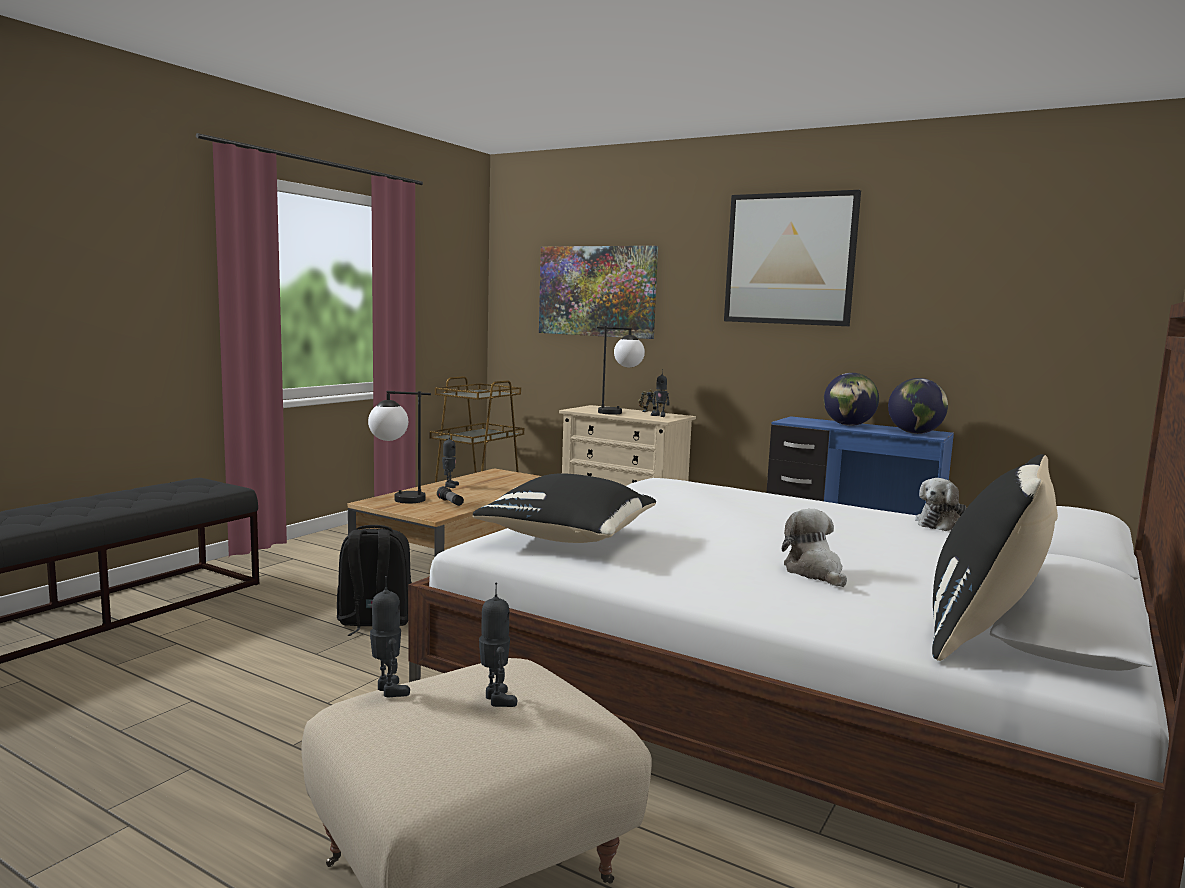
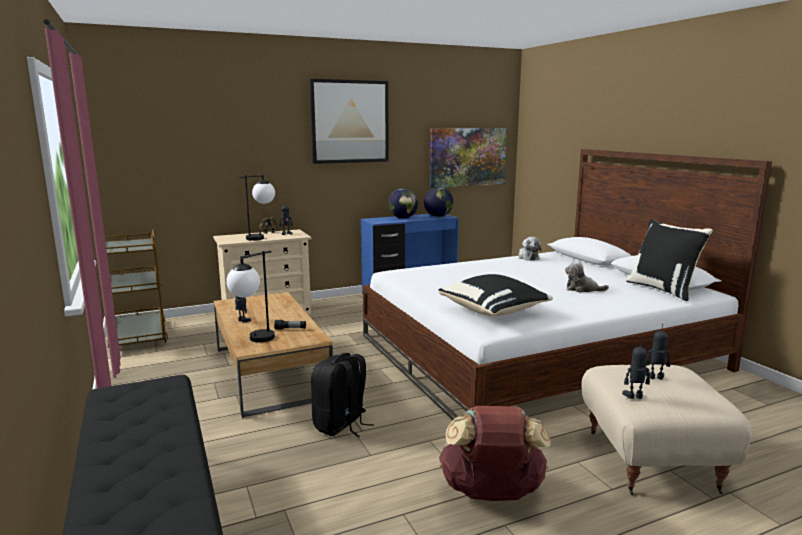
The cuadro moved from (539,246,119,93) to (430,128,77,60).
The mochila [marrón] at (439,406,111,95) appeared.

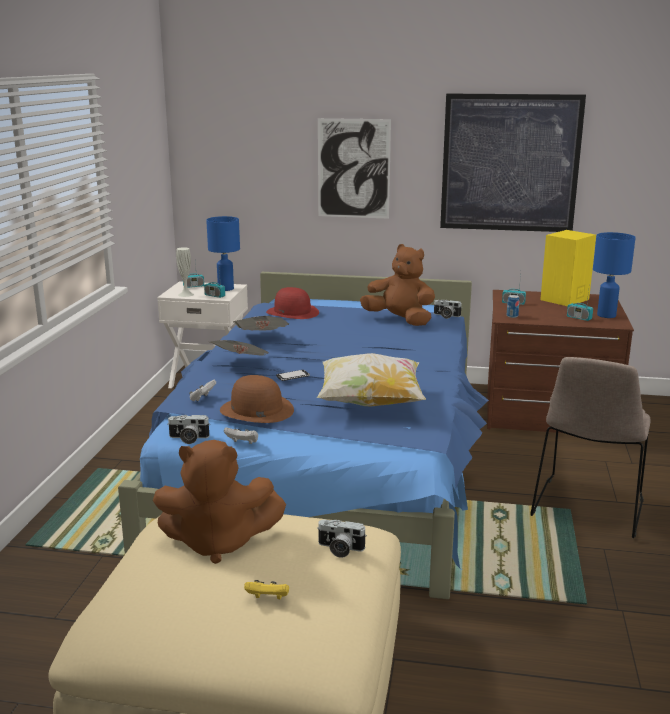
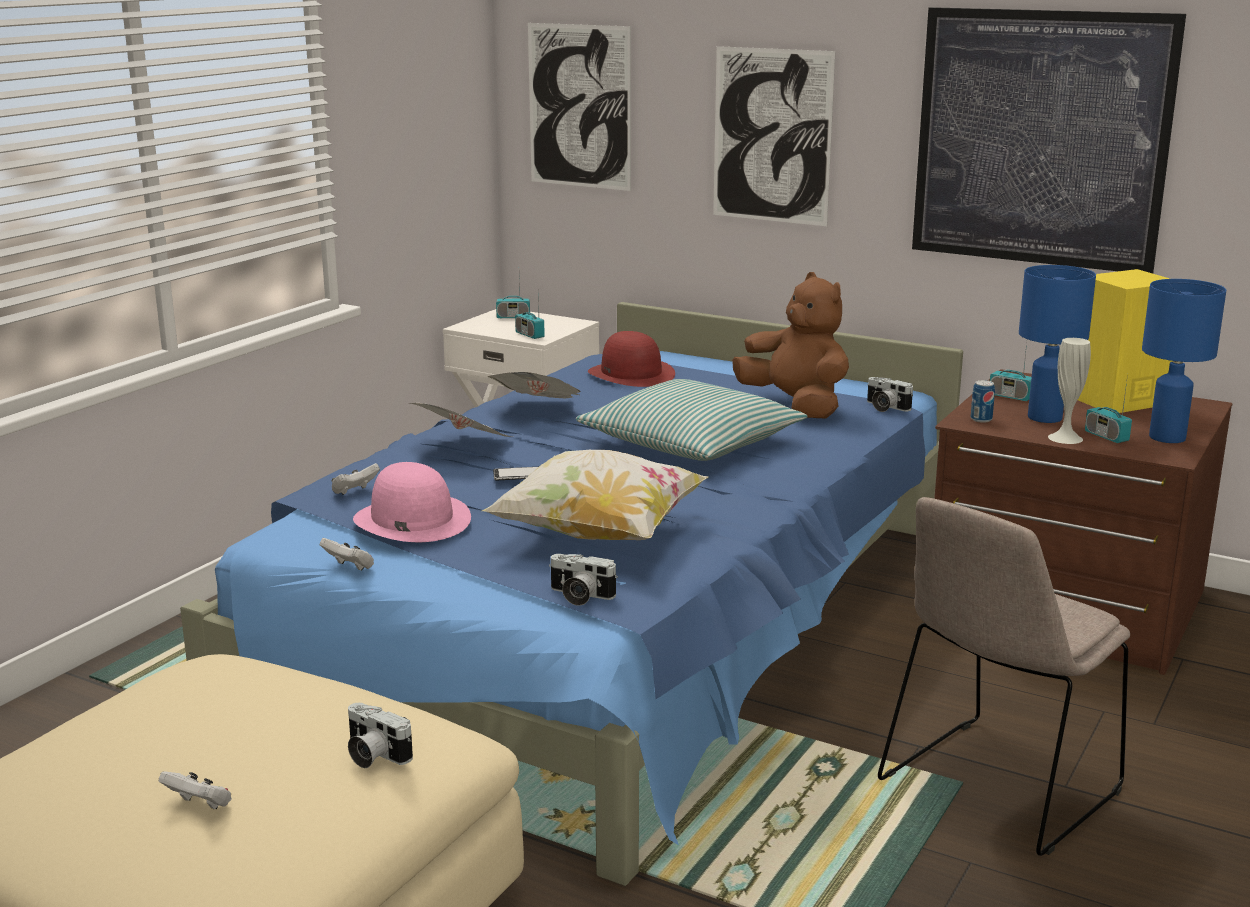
The lámpara de mesa [azul] moved from (206,216,34,75) to (1019,265,77,158).
The florero [blanco] moved from (176,247,18,50) to (1048,338,43,106).
The sombrero [marrón] at (220,375,74,48) became the sombrero [rosa] at (353,462,118,80).
The cámara moved from (167,415,43,29) to (549,554,69,52).
The peluche [marrón] at (153,440,133,124) disappeared.
The mando de consola [amarillo] at (244,580,45,19) became the mando de consola [blanco] at (159,771,73,39).
The cuadro at (528,23,103,168) appeared.
The cojín at (576,379,231,82) appeared.

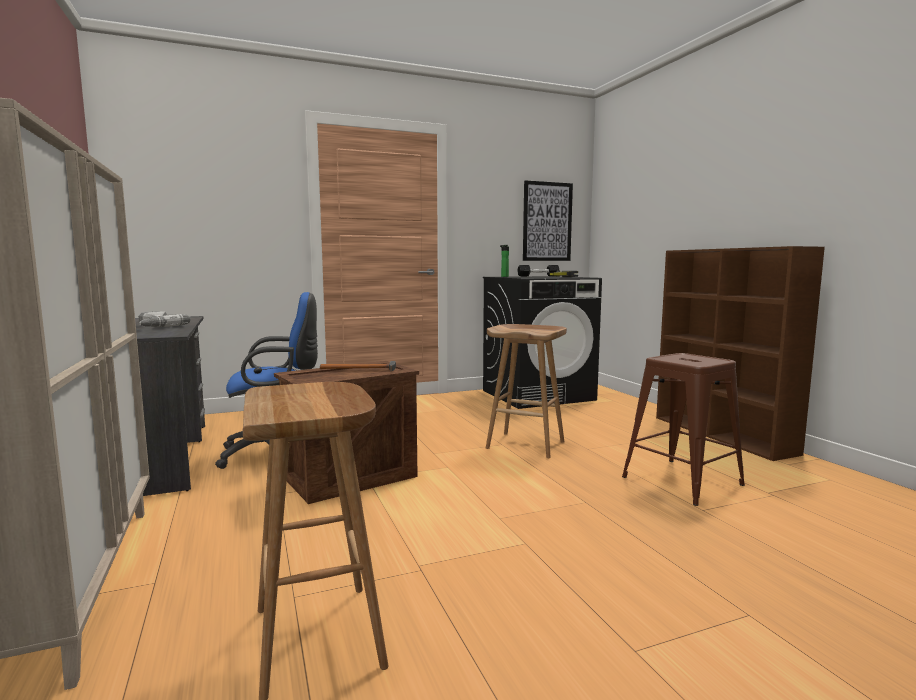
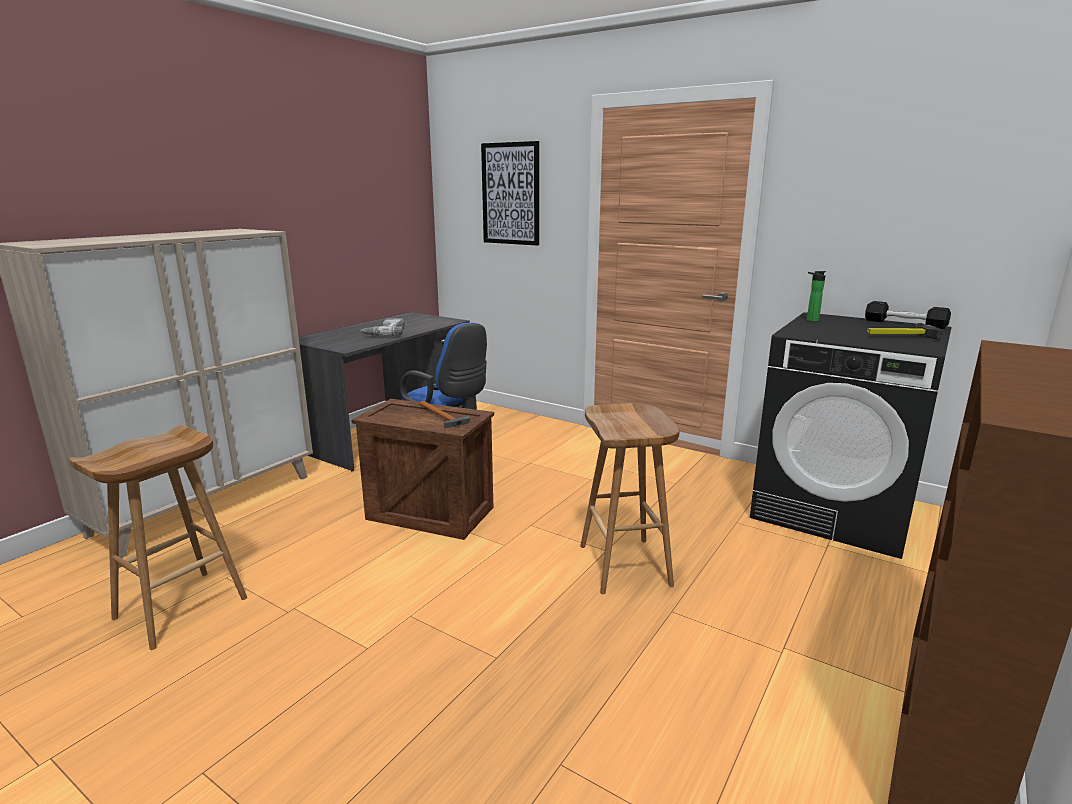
The cuadro moved from (523,180,50,81) to (481,141,58,105).
The taburete [marrón] at (622,353,123,153) disappeared.

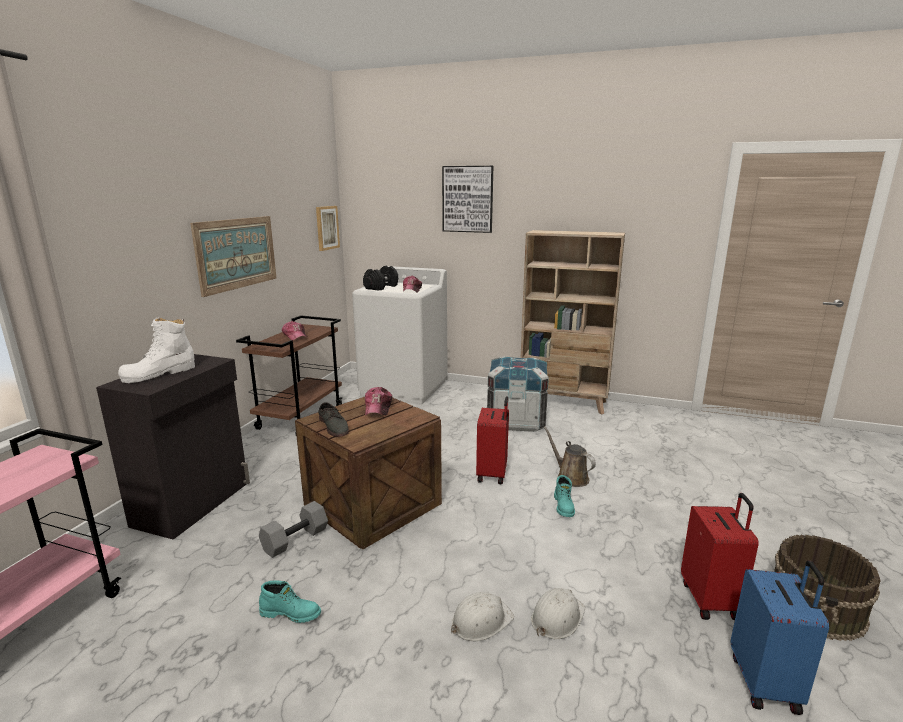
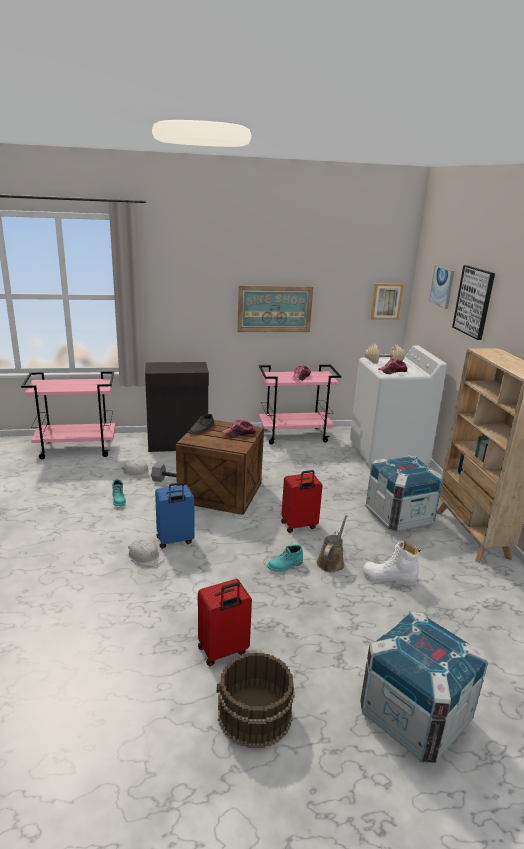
The mancuerna [negro] at (363,266,35,25) became the mancuerna [beis] at (365,344,40,20).
The carrito [marrón] at (236,315,106,119) became the carrito [rosa] at (259,365,82,80).
The bota [blanco] moved from (118,317,77,66) to (363,540,57,46).
The maleta [azul] moved from (731,560,98,155) to (155,482,40,67).
The casco [blanco] moved from (531,588,54,51) to (122,459,30,18).
The cuadro at (429,265,25,44) appeared.
The caja de embalaje at (360,612,128,151) appeared.

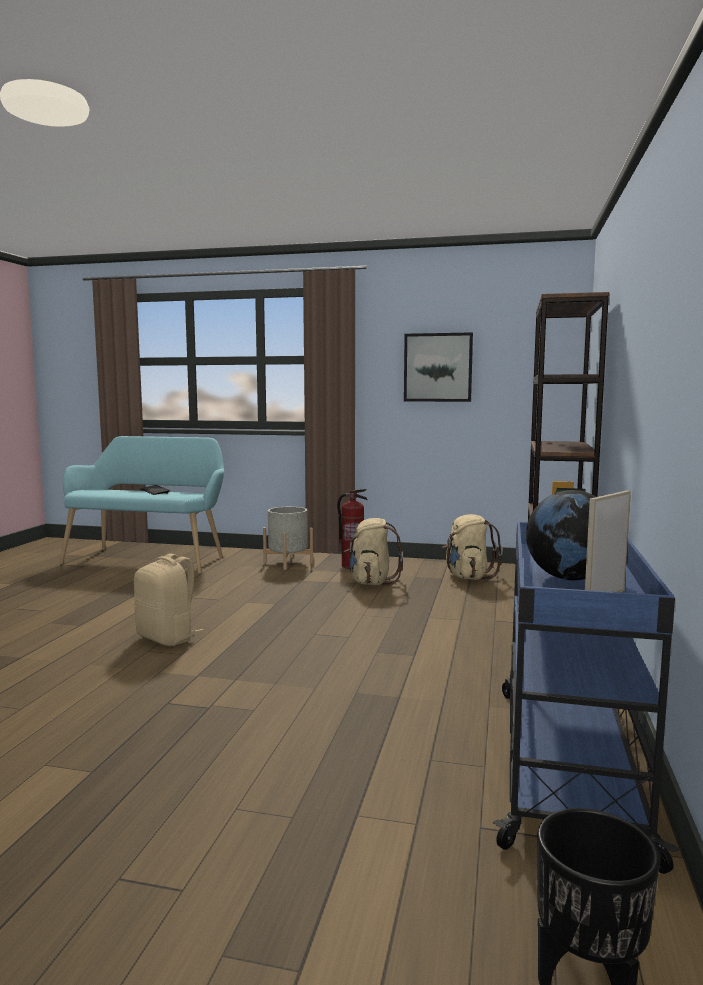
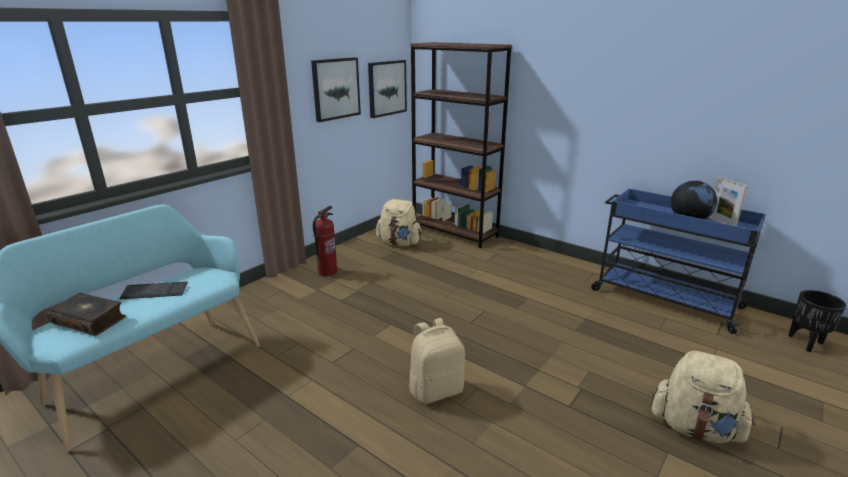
The maceta [gris] at (263,507,50,63) disappeared.
The mochila [beis] moved from (343,518,60,68) to (651,351,104,92).
The cuadro at (368,60,39,58) appeared.
The libro at (47,293,79,43) appeared.

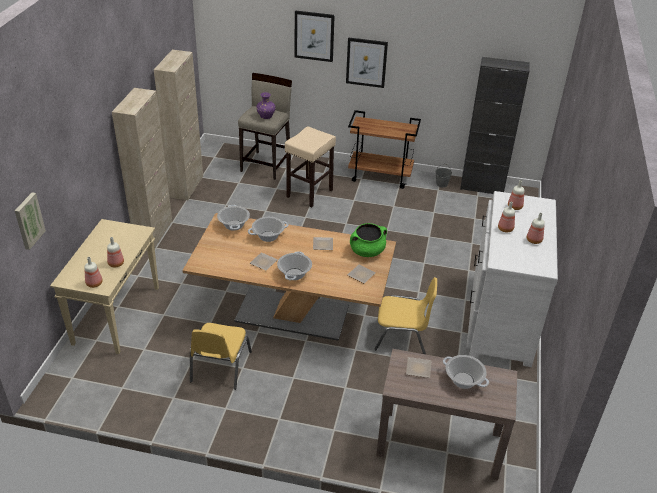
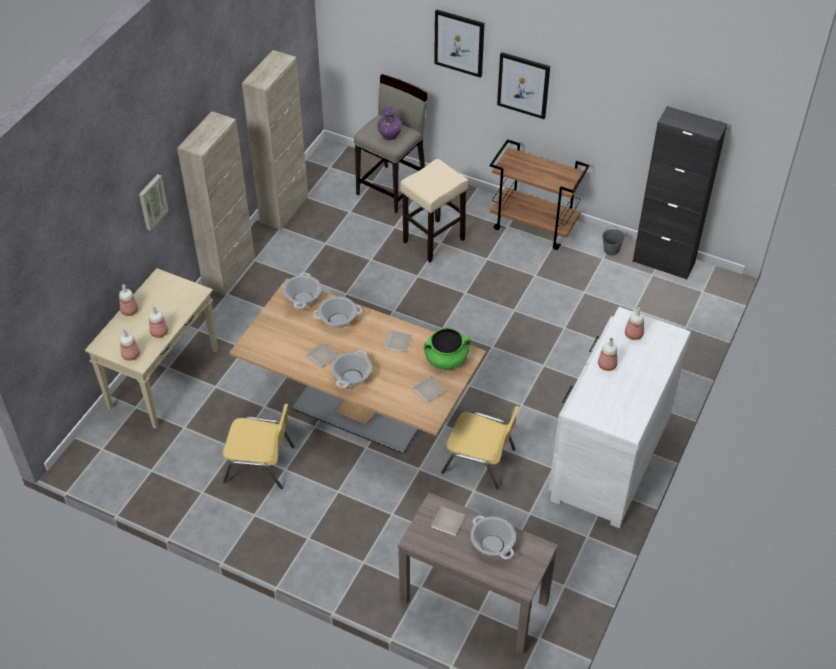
The cuadro moved from (15,192,31,58) to (139,174,30,57).
The botella moved from (527,213,18,31) to (119,284,19,32).
The silla [amarillo] at (190,323,62,67) turned 105 degrees counterclockwise.

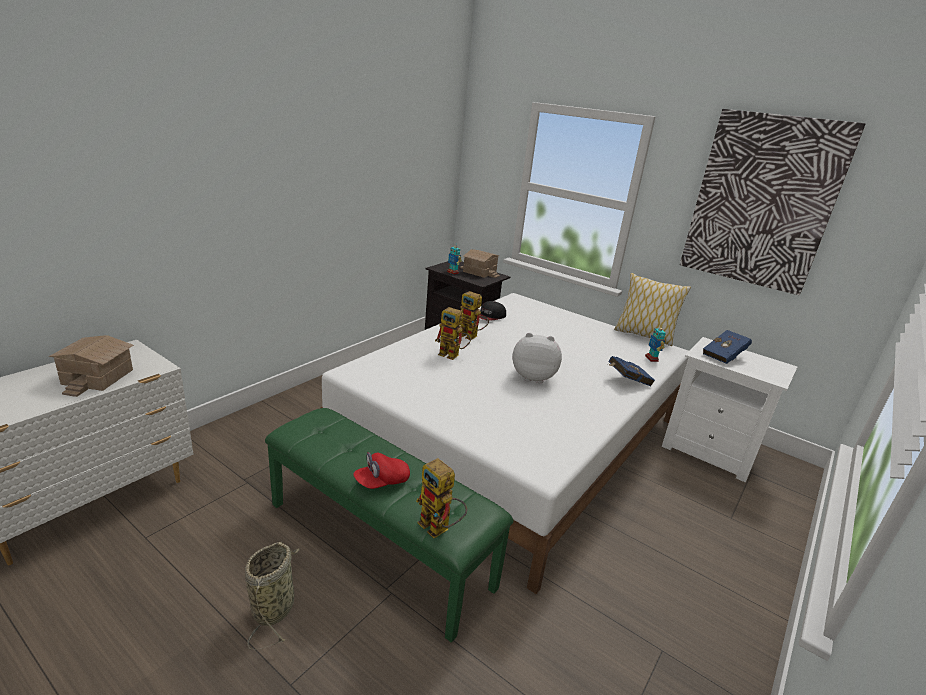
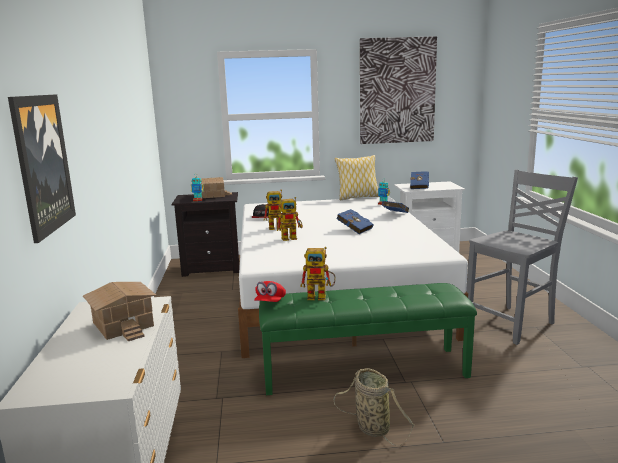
The peluche at (513,333,49,50) was replaced by the libro [azul] at (337,209,36,25).
The gorra [rojo] moved from (353,452,57,37) to (254,281,32,21).
The robot de juguete moved from (416,458,51,80) to (300,247,36,53).
The cuadro at (8,94,68,149) appeared.
The silla [gris] at (466,170,112,175) appeared.

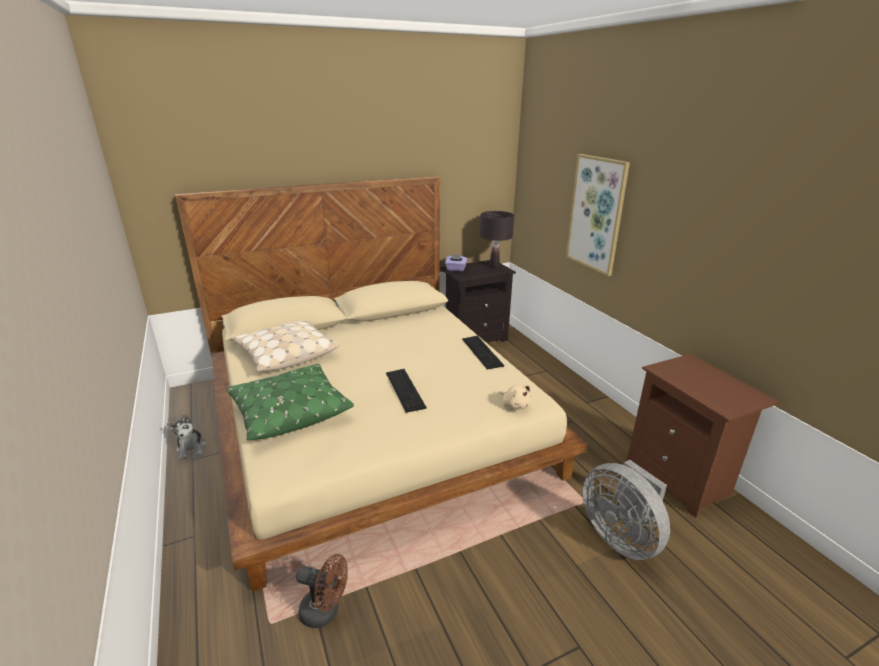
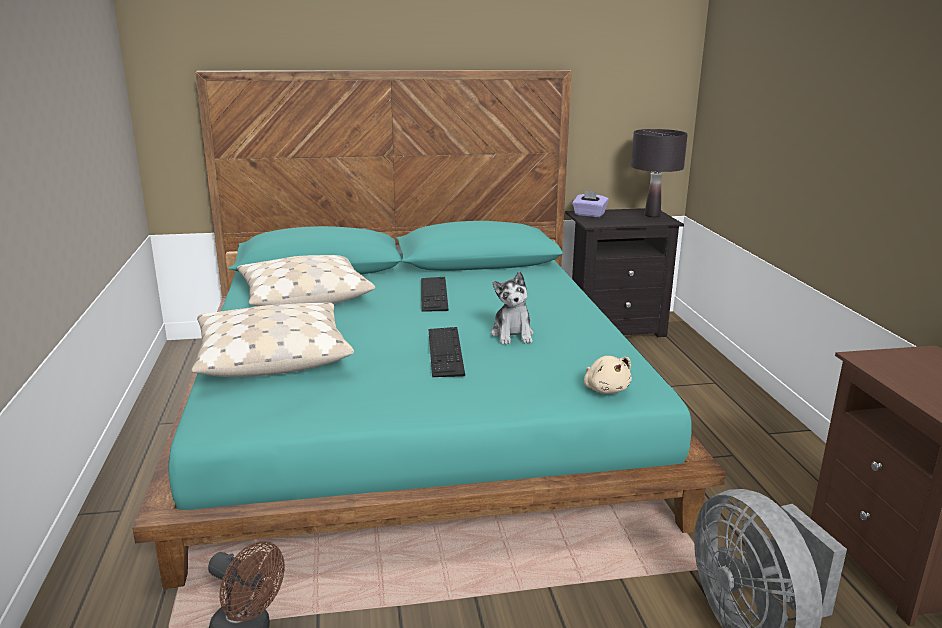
The cuadro at (566,154,64,122) disappeared.
The cama [beis] at (175,176,413,416) became the cama [turquesa] at (132,70,594,519).
The teclado moved from (462,336,42,33) to (421,277,28,35).
The cojín [verde] at (226,364,128,77) became the cojín [beis] at (191,302,163,75).
The peluche moved from (167,414,39,46) to (491,271,43,74).

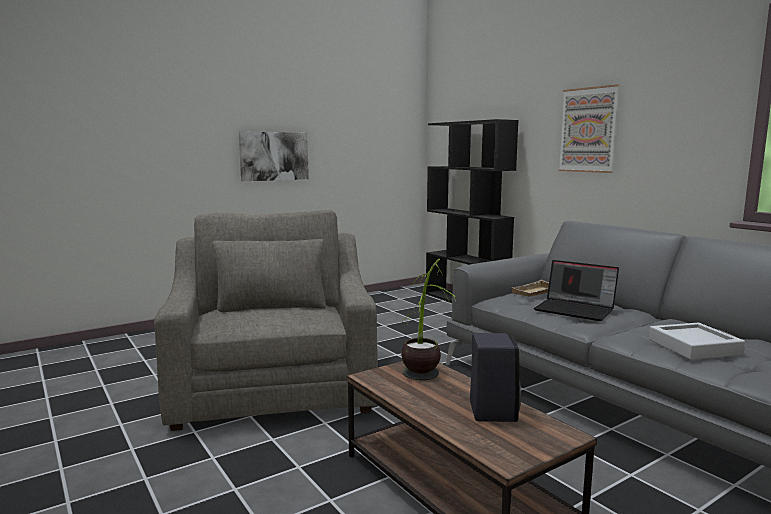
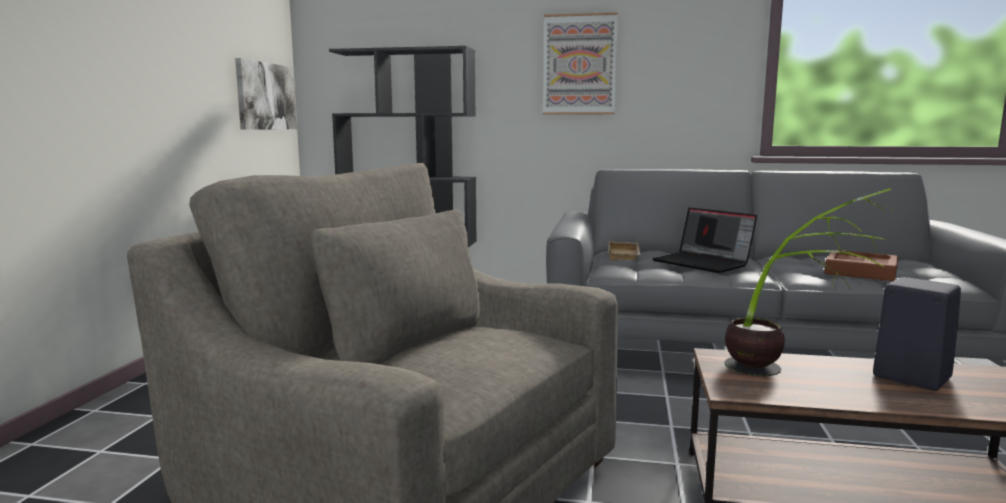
The cuadro moved from (239,131,70,50) to (235,58,62,72).
The portátil at (534,260,85,61) turned 60 degrees clockwise.
The bandeja [gris] at (649,323,96,37) became the bandeja [marrón] at (824,250,74,31).

